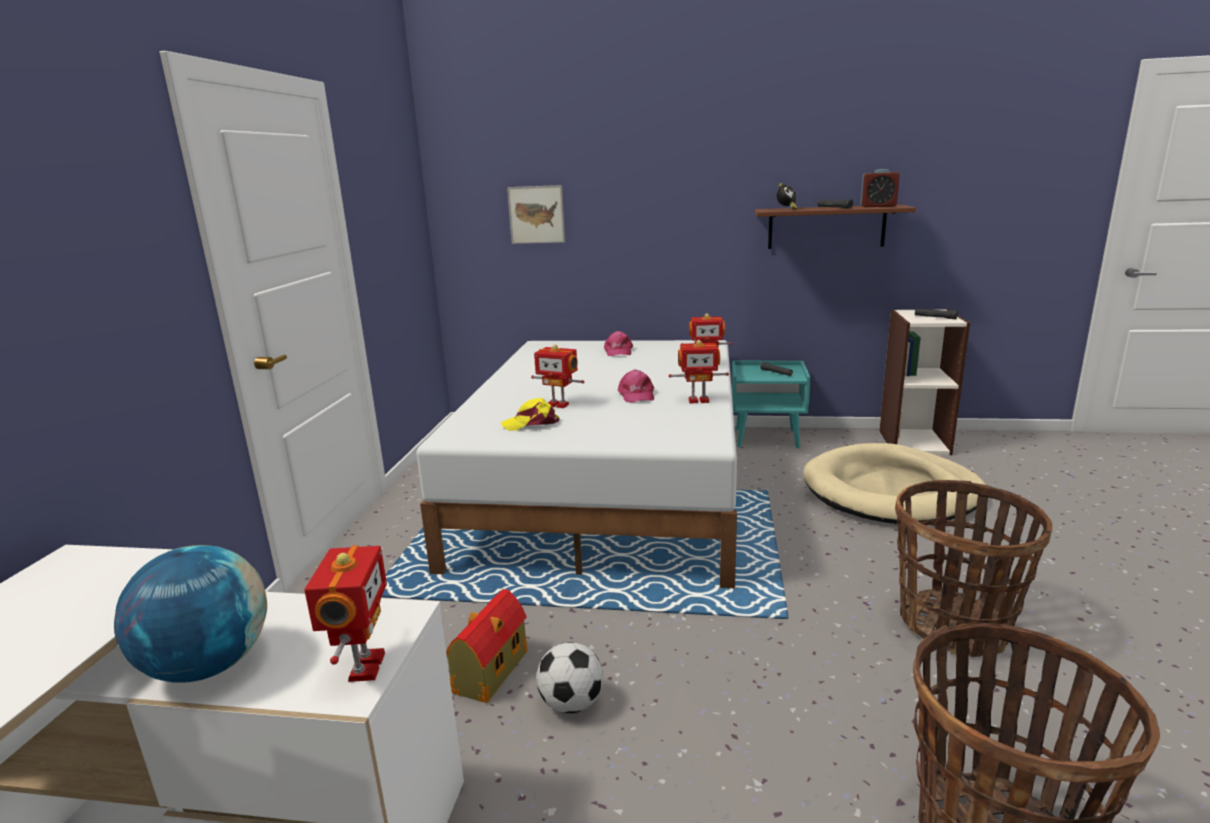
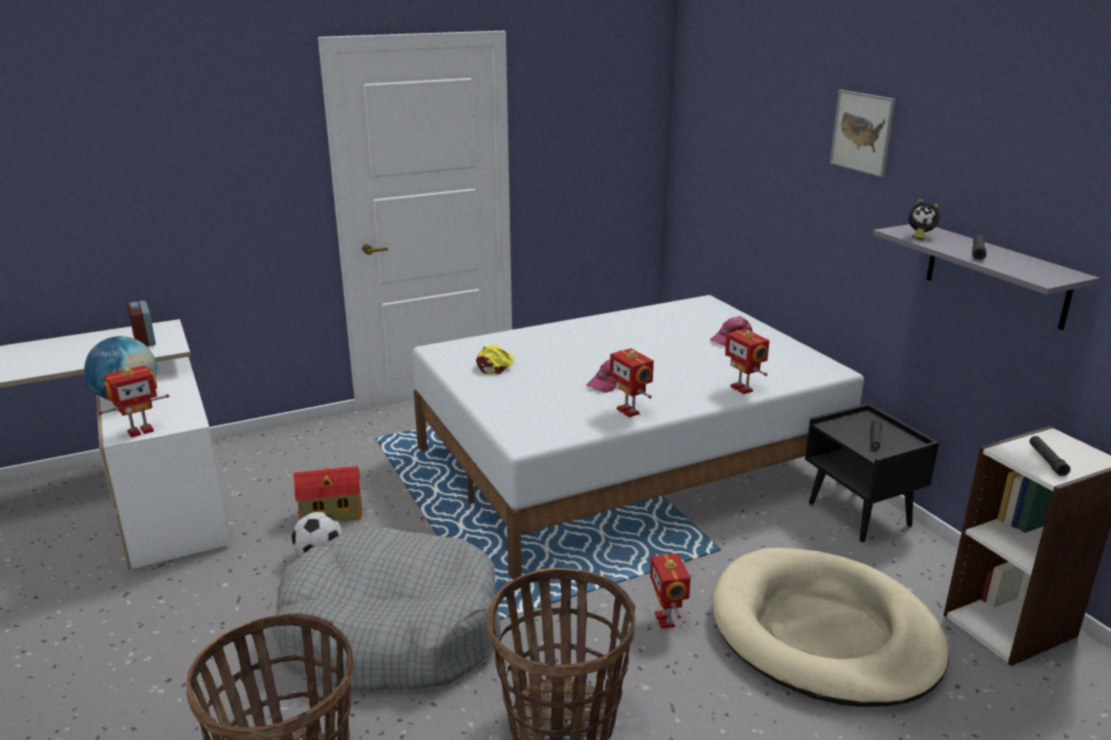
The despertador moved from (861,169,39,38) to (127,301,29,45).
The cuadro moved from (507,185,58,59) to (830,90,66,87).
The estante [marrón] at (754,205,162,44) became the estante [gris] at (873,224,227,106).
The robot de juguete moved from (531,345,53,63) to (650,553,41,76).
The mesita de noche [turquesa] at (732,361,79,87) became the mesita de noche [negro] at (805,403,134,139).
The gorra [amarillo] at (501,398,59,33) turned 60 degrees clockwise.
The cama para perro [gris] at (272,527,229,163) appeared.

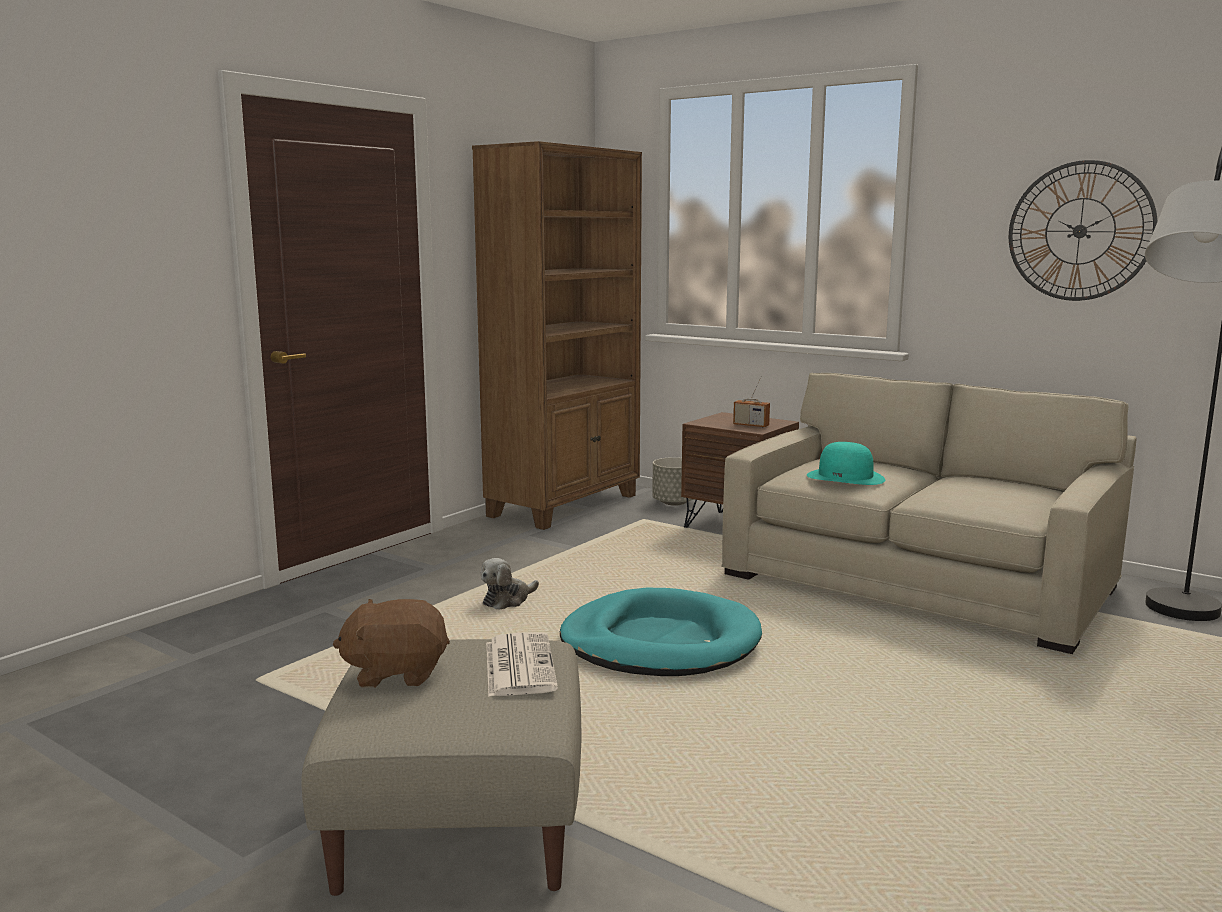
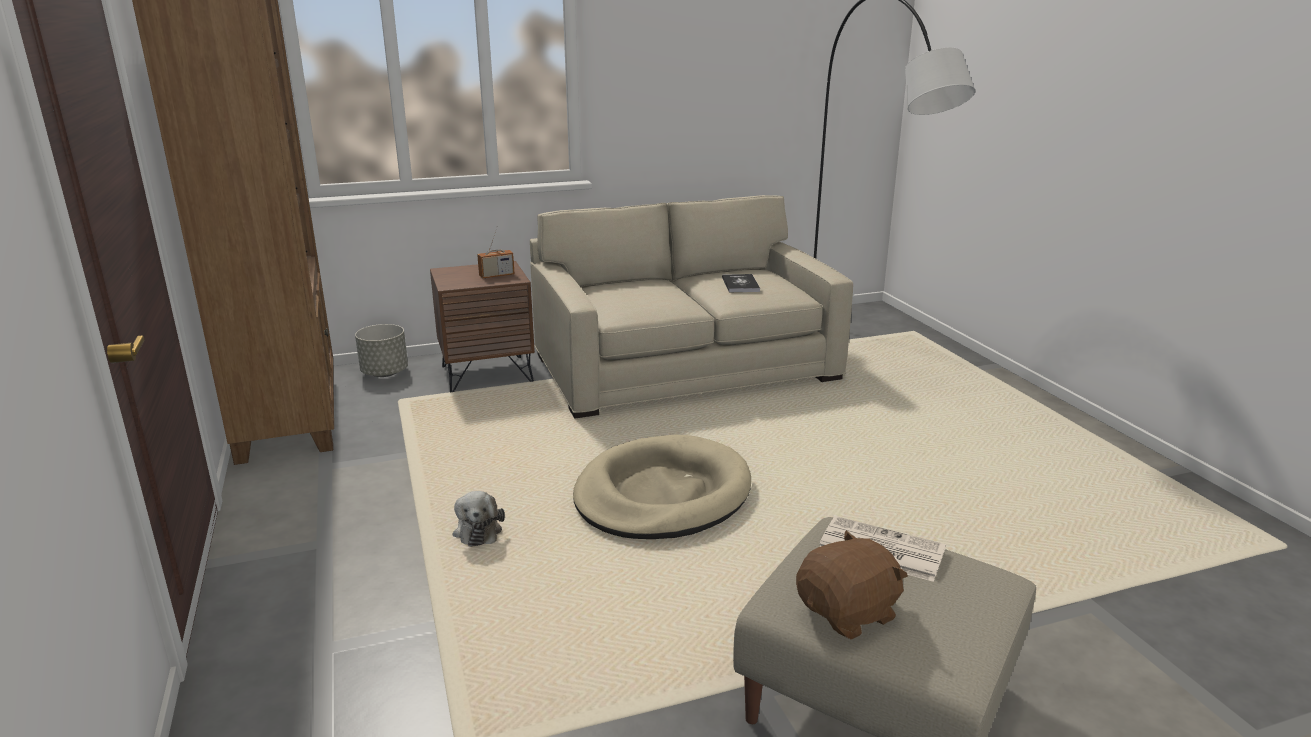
The reloj de pared at (1009,160,148,141) disappeared.
The sombrero [turquesa] at (807,442,78,43) disappeared.
The cama para perro [turquesa] at (560,588,202,88) became the cama para perro [beis] at (573,435,178,104).
The peluche [marrón] at (333,599,117,89) turned 150 degrees counterclockwise.
The libro at (722,274,38,18) appeared.

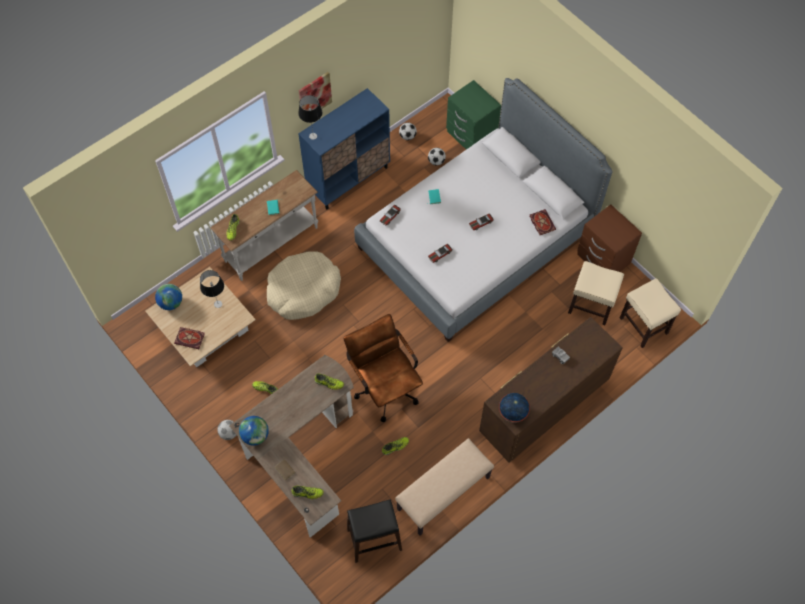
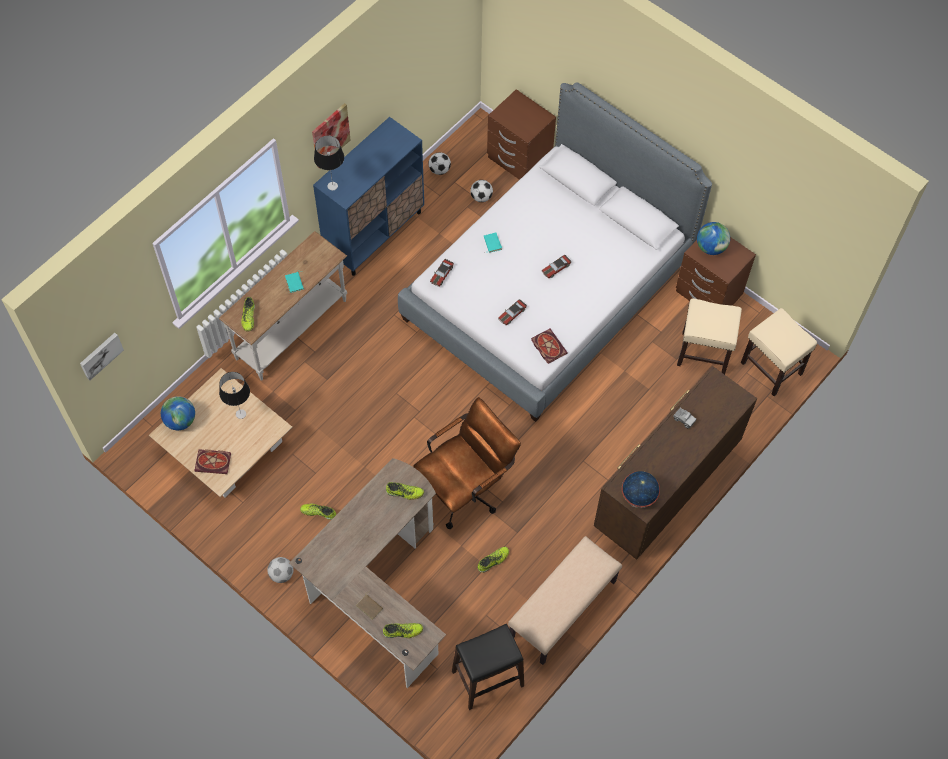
The mesita de noche [verde] at (446,80,55,70) became the mesita de noche [marrón] at (487,89,69,91).
The libro moved from (530,209,26,26) to (531,329,37,35).
The cama para perro [beis] at (267,252,74,68) disappeared.
The silla de oficina [marrón] at (344,314,79,108) turned 90 degrees clockwise.
The globo terráqueo moved from (239,416,30,29) to (697,222,33,33).
The cuadro at (80,333,44,47) appeared.

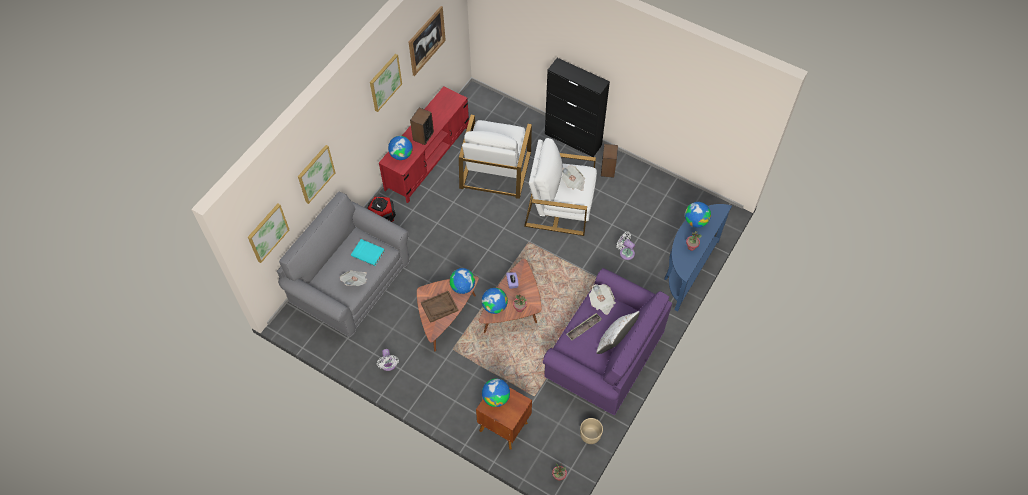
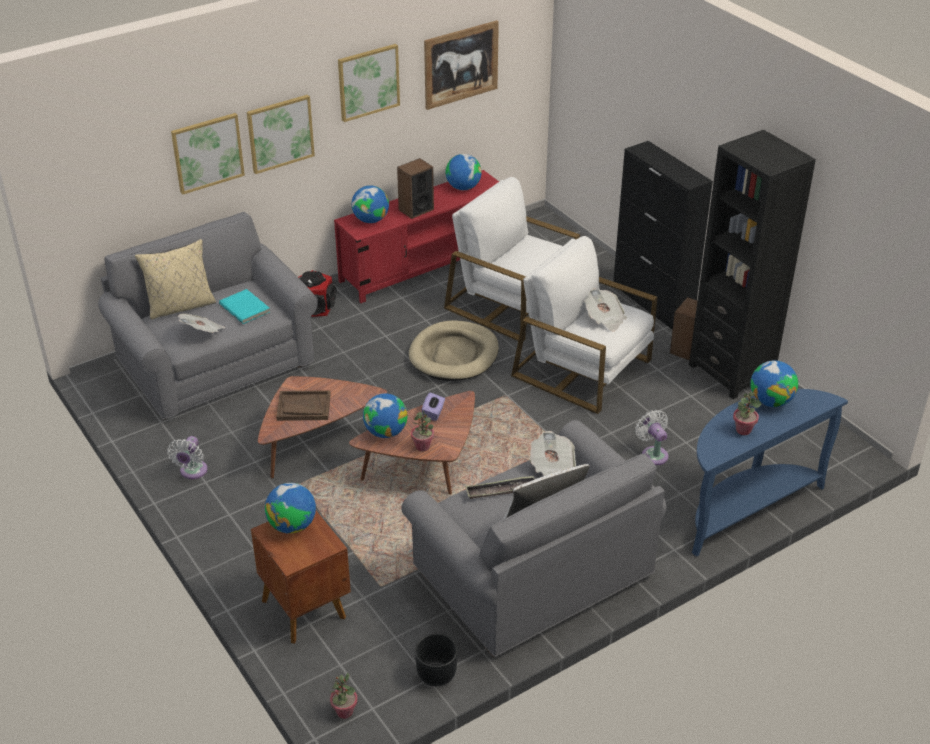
The sillón [blanco] at (459,115,73,84) turned 90 degrees clockwise.
The cuadro moved from (248,204,41,59) to (247,95,68,79).
The globo terráqueo moved from (449,268,26,26) to (446,154,36,36).
The sofá [morado] at (543,268,129,147) became the sofá [gris] at (401,420,265,238).
The maceta [beis] at (580,418,23,26) became the maceta [negro] at (415,634,43,52).
The estantería [negro] at (689,130,127,269) appeared.
The cojín [beis] at (135,239,81,81) appeared.
The cama para perro [beis] at (409,320,90,61) appeared.

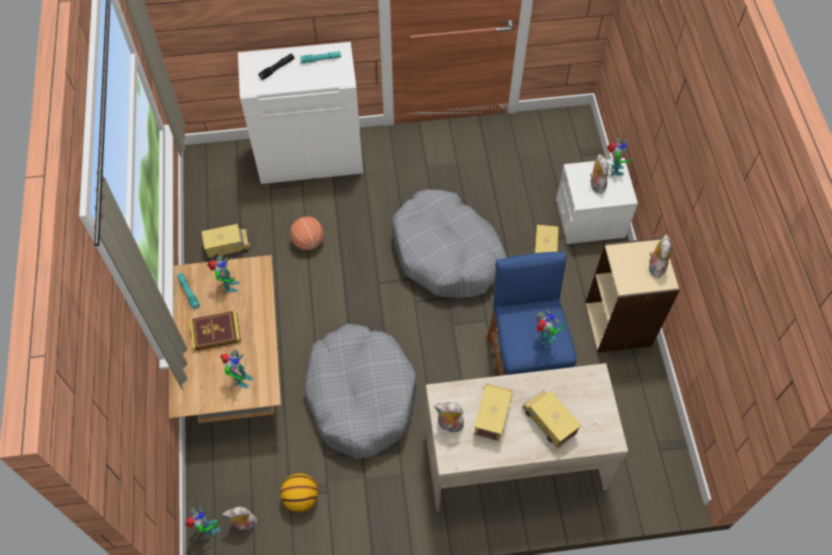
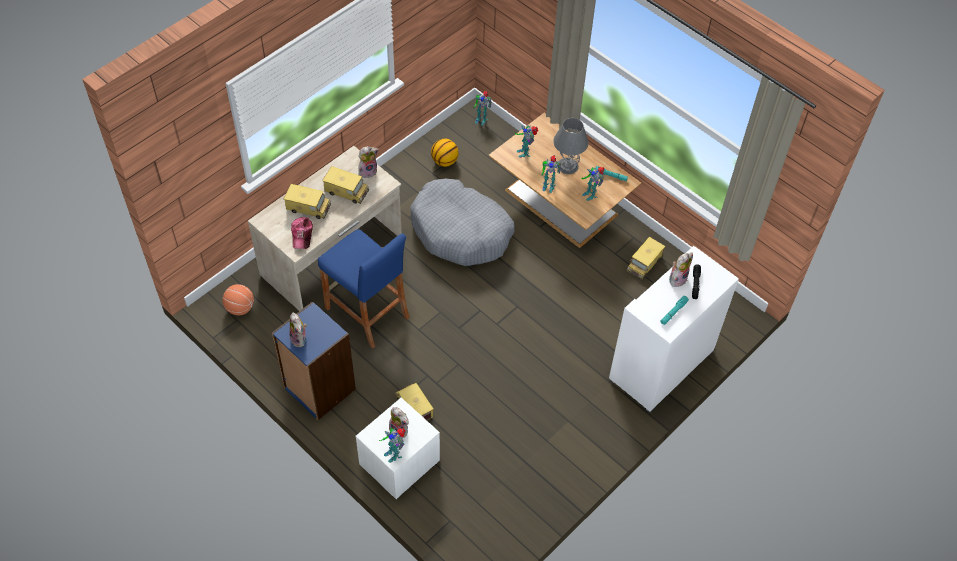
The cama para perro [gris] at (392,189,115,109) disappeared.
The balón de baloncesto moved from (290,216,34,34) to (222,284,32,31).
The estantería [beis] at (586,237,94,116) became the estantería [azul] at (272,301,84,119).
The robot de juguete moved from (535,308,30,40) to (541,155,20,38).
The libro at (190,311,51,41) was replaced by the lámpara de mesa [gris] at (553,118,36,56).
The camión de juguete at (474,383,39,58) turned 45 degrees counterclockwise.
The peluche moved from (222,506,35,24) to (669,252,24,35).
The gorra at (291,217,22,32) appeared.

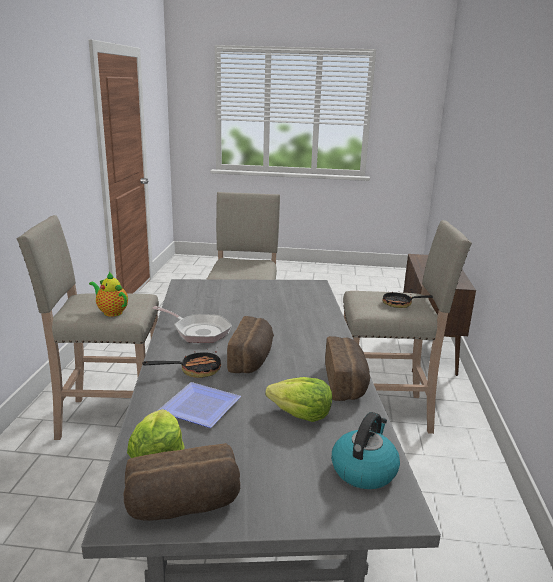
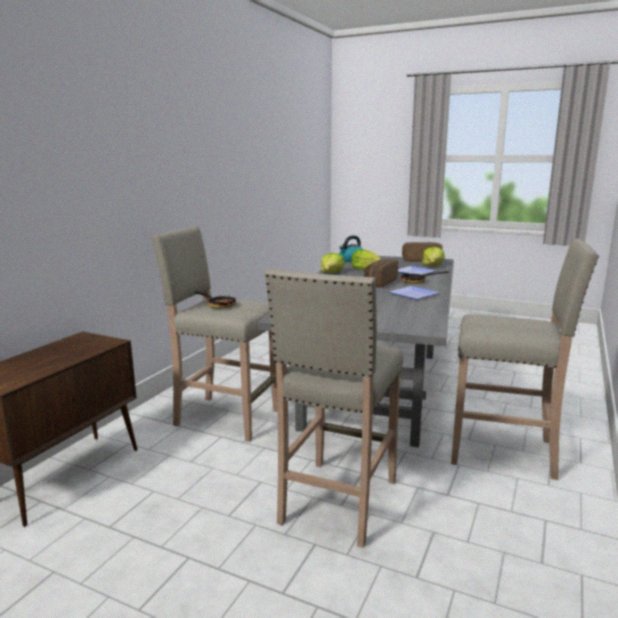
The tetera at (89,272,39,45) disappeared.
The sartén at (152,306,80,37) was replaced by the plato at (389,286,50,13).
The pan at (325,336,45,65) was replaced by the lechuga at (321,253,24,20).

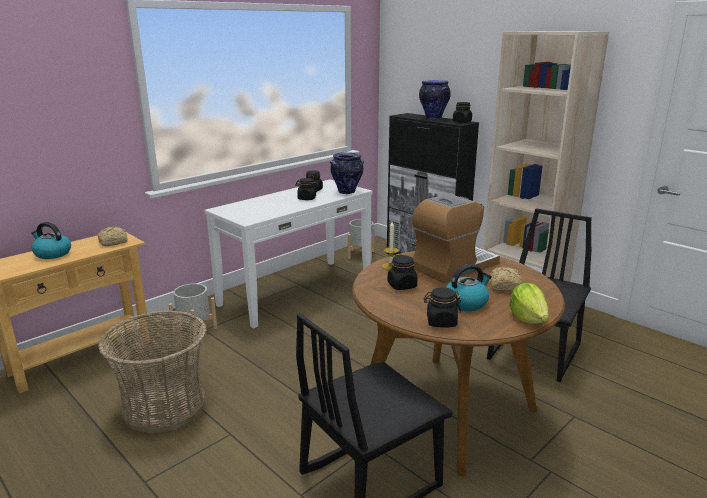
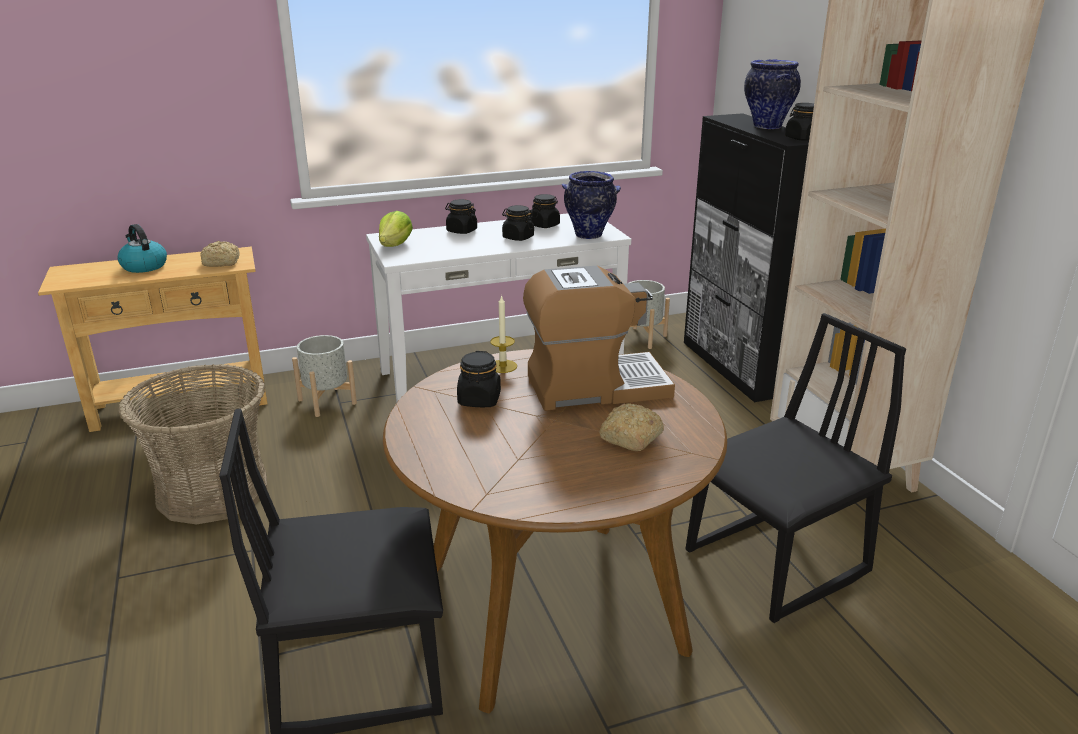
The hervidor at (445,264,47,47) disappeared.
The lechuga moved from (509,283,40,41) to (379,211,34,36).
The tarro [negro] moved from (424,287,37,40) to (445,199,32,35).

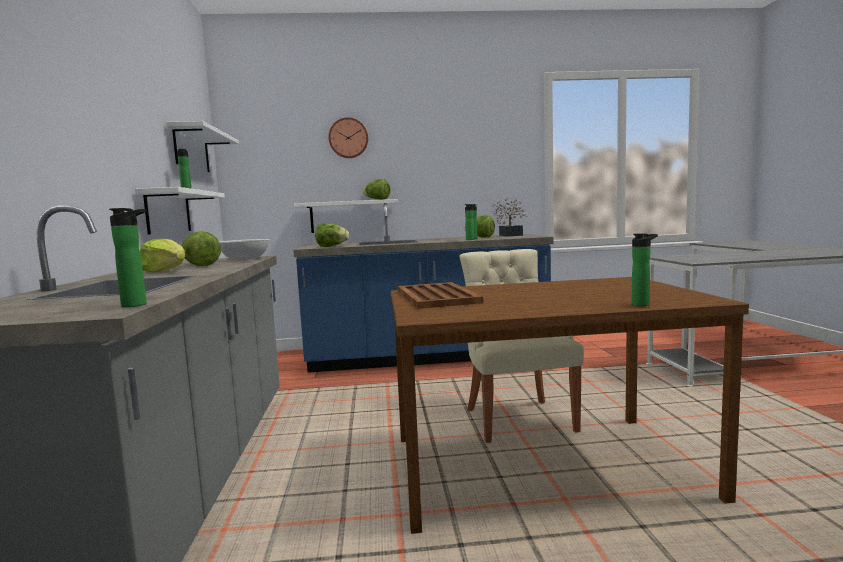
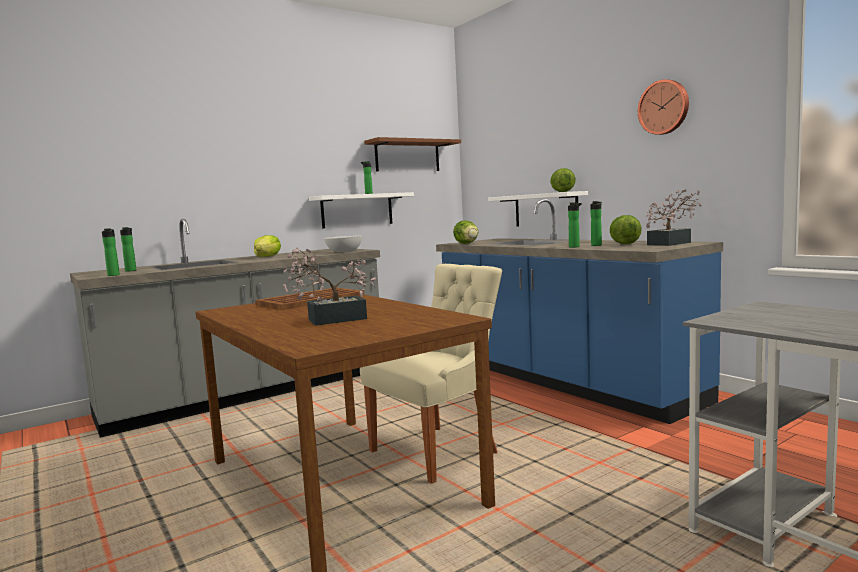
The reloj de pared moved from (329,117,39,41) to (638,79,51,56).
The estante [blanco] at (166,121,73,51) became the estante [marrón] at (364,137,97,35).
The lechuga at (182,232,39,34) disappeared.
The botella moved from (632,233,26,73) to (120,227,16,45).
The planta en maceta at (283,248,93,78) appeared.

